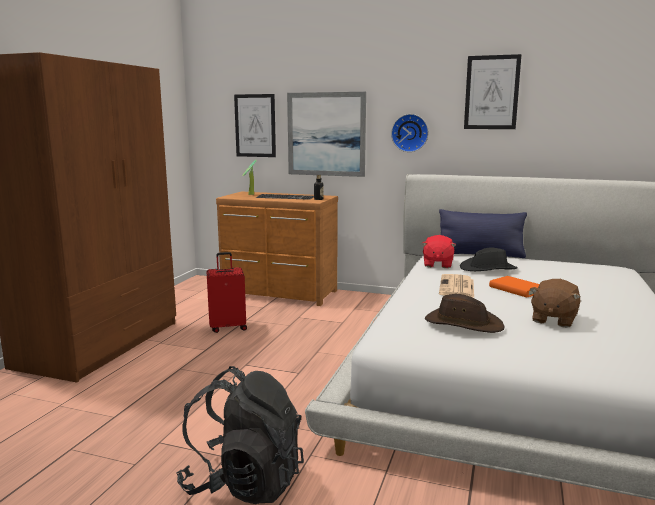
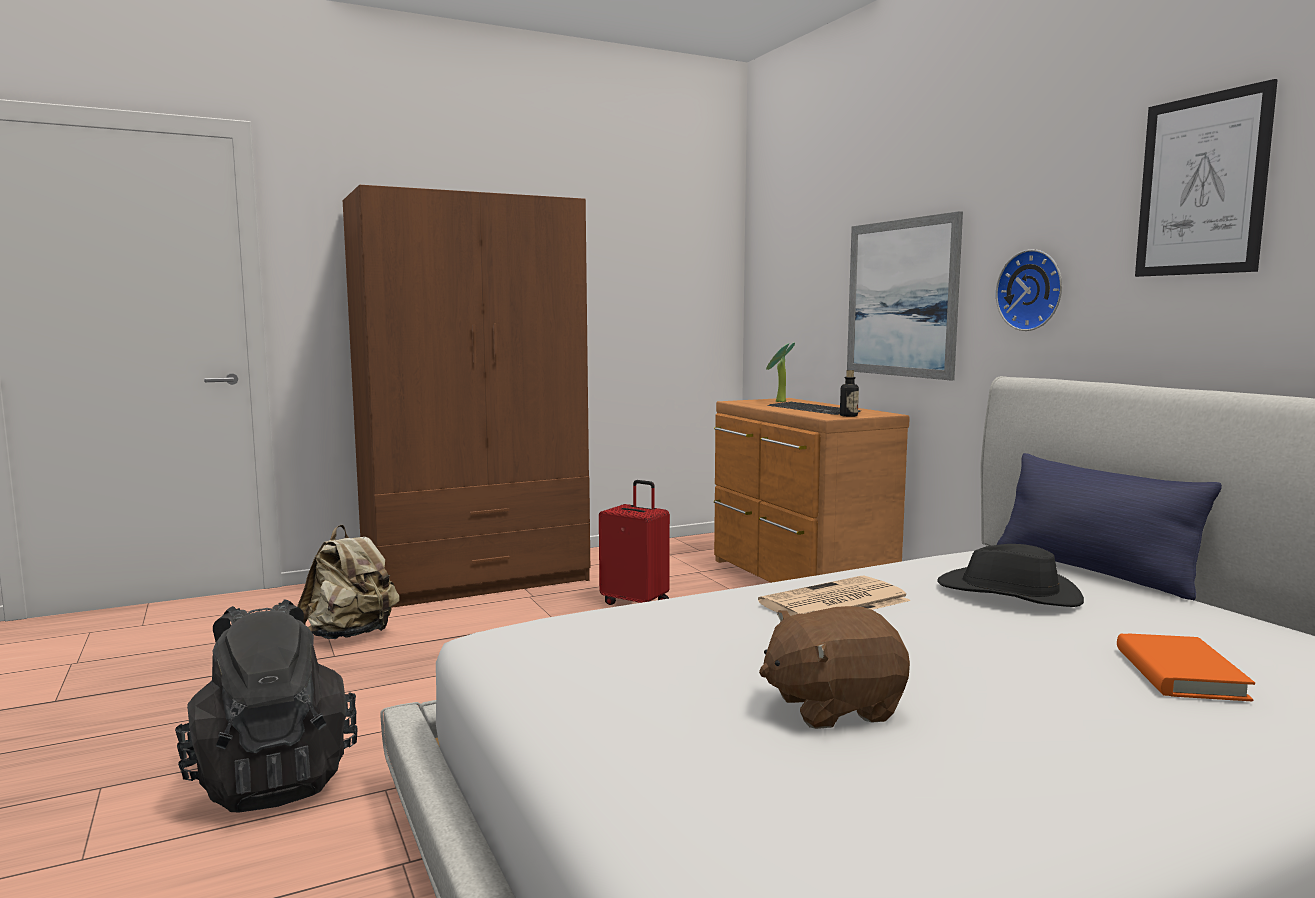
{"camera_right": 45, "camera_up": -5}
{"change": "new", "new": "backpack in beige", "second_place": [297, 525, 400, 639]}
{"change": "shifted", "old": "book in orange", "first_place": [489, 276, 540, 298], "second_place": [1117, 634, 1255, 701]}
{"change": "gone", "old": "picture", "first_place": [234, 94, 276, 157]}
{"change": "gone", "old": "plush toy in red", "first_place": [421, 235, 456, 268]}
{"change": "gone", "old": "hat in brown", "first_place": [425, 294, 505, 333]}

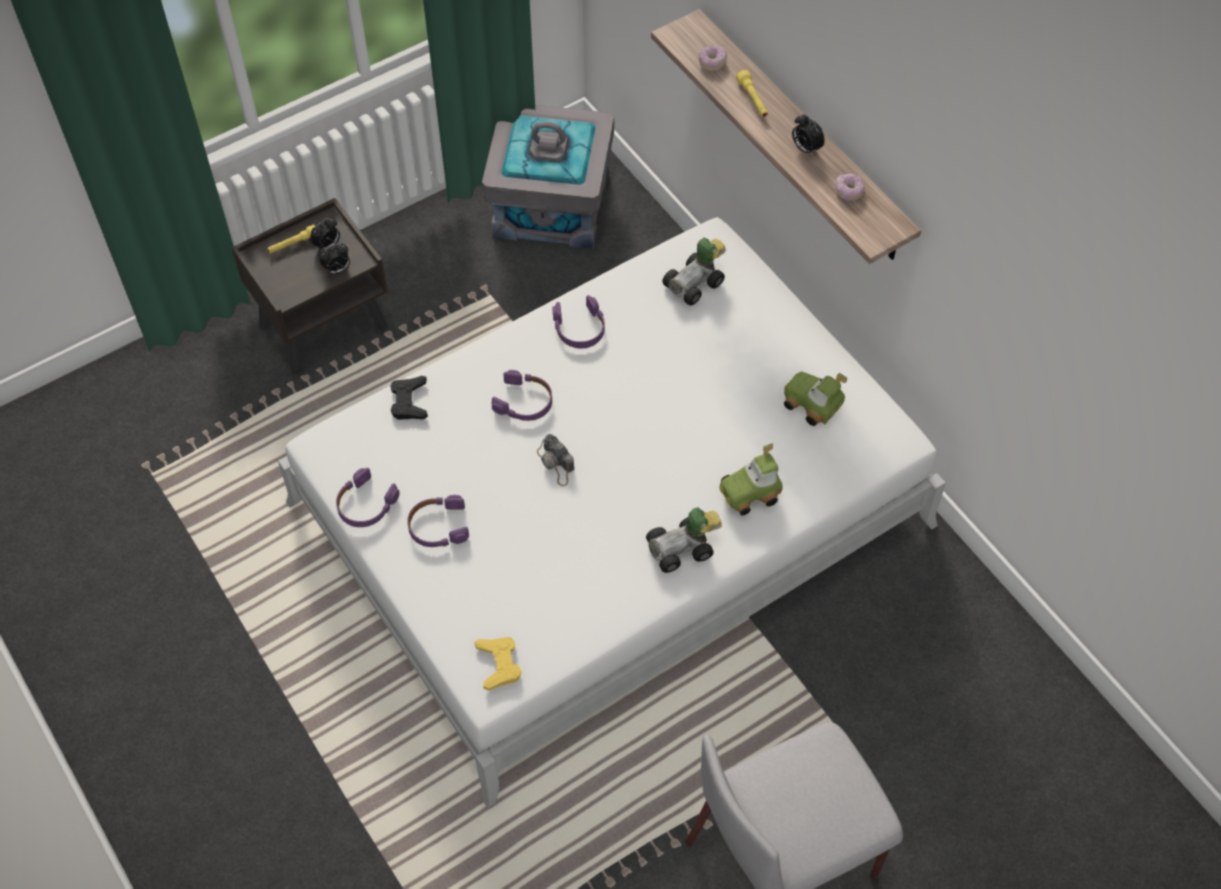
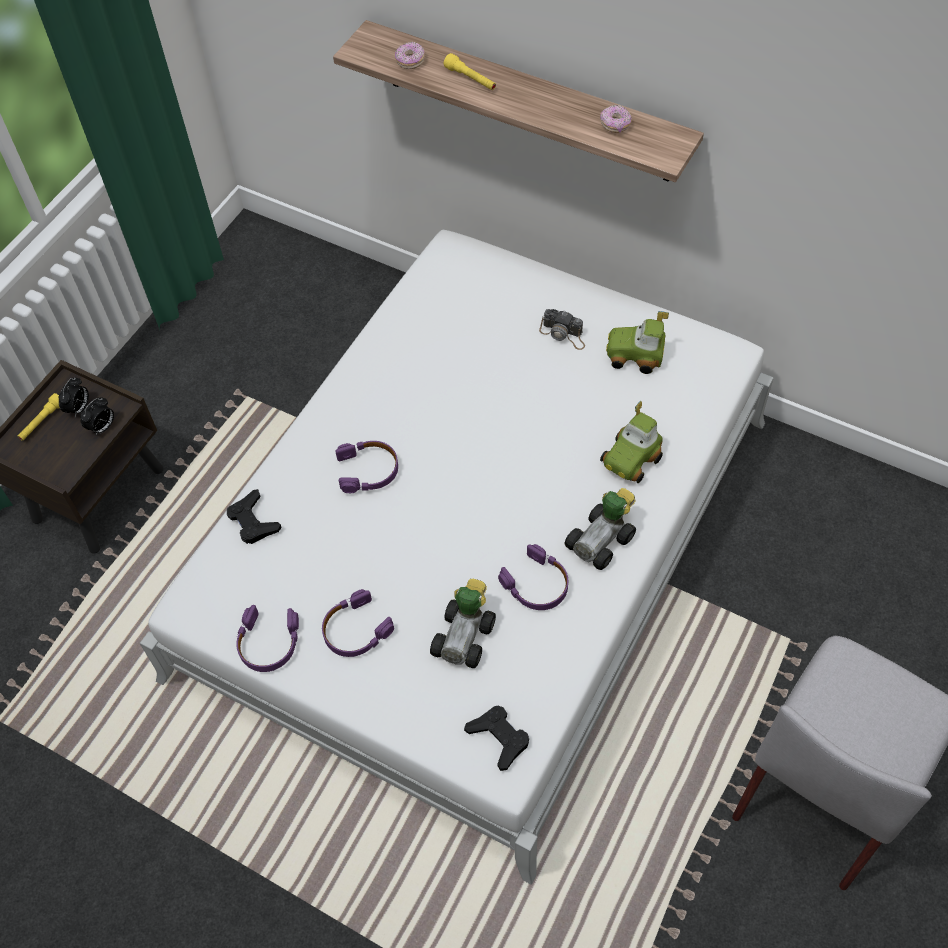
{"camera_right": -25, "camera_up": 0}
{"change": "shifted", "old": "toy car", "first_place": [662, 238, 726, 306], "second_place": [430, 579, 496, 668]}
{"change": "repainted", "old": "game controller in yellow", "new": "game controller in black", "first_place": [474, 637, 521, 690], "second_place": [464, 706, 529, 771]}
{"change": "shifted", "old": "headphones in purple", "first_place": [552, 295, 605, 348], "second_place": [498, 544, 568, 610]}
{"change": "shifted", "old": "photo camera", "first_place": [537, 434, 574, 486], "second_place": [539, 309, 585, 350]}
{"change": "gone", "old": "storage box in grey", "first_place": [482, 105, 614, 249]}
{"change": "gone", "old": "alarm clock", "first_place": [792, 114, 825, 156]}

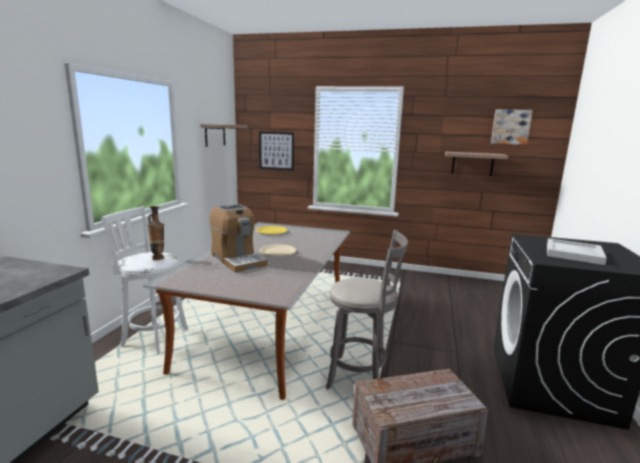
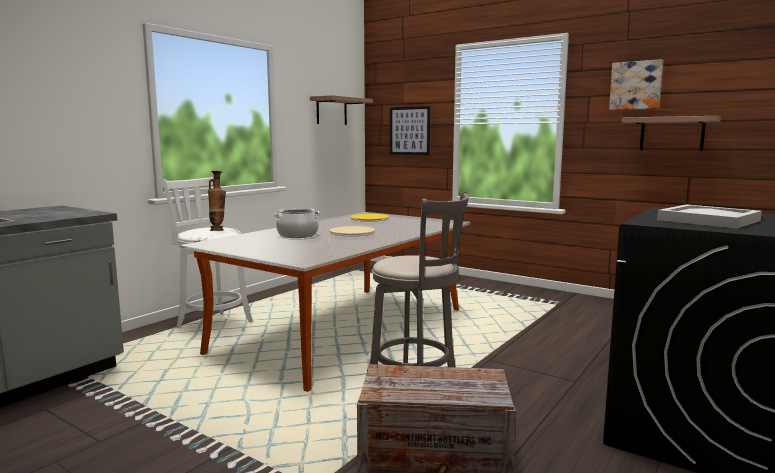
{"camera_right": 20, "camera_up": -5}
{"change": "swapped", "old": "coffee machine", "new": "cooking pot", "first_place": [209, 204, 267, 273], "second_place": [274, 208, 320, 238]}
{"change": "shifted", "old": "picture", "first_place": [491, 109, 533, 145], "second_place": [609, 59, 663, 110]}

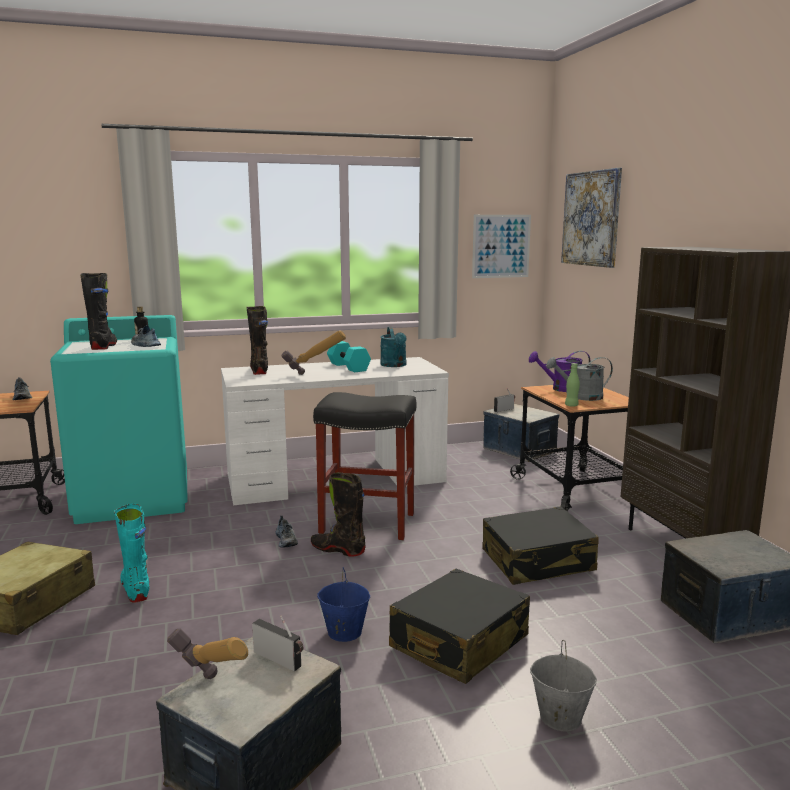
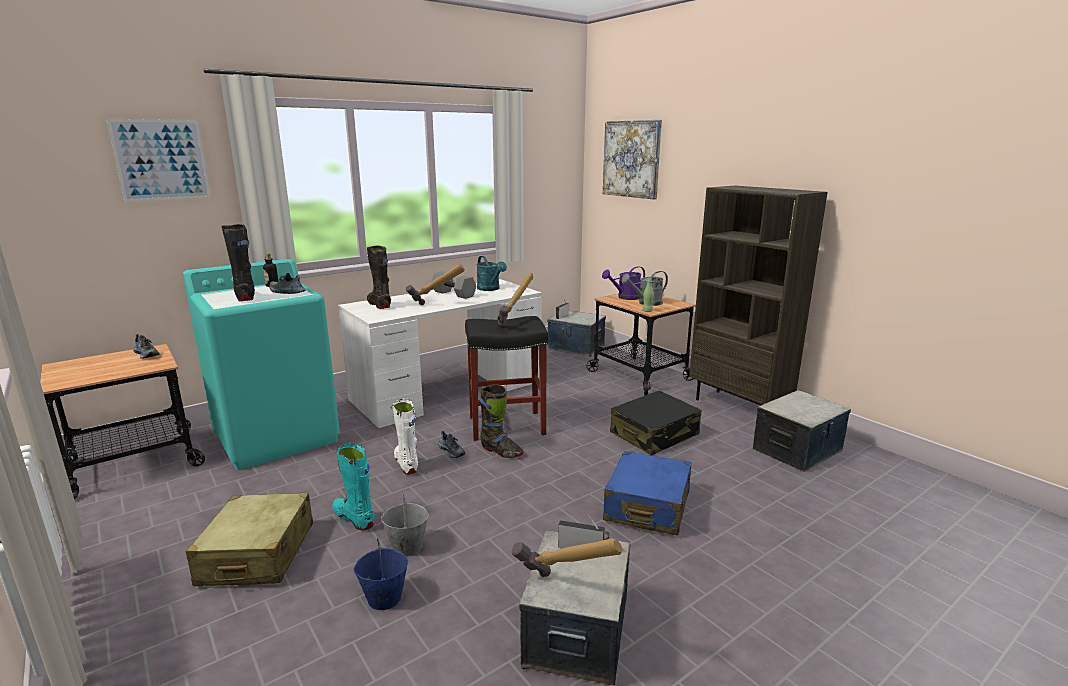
{"camera_right": -20, "camera_up": 5}
{"change": "shifted", "old": "picture", "first_place": [472, 215, 531, 278], "second_place": [107, 119, 211, 202]}
{"change": "shifted", "old": "bucket in blue", "first_place": [317, 567, 370, 642], "second_place": [353, 538, 408, 610]}
{"change": "shifted", "old": "bucket in grey", "first_place": [530, 640, 597, 731], "second_place": [381, 493, 429, 556]}
{"change": "new", "new": "boot in white", "second_place": [392, 398, 418, 475]}
{"change": "repainted", "old": "dumbbell in turquoise", "new": "dumbbell in grey", "first_place": [327, 341, 371, 372], "second_place": [432, 271, 477, 299]}
{"change": "rotated", "old": "boot in black", "first_place": [311, 472, 366, 557], "second_place": [479, 384, 524, 458], "degrees": -150}
{"change": "new", "new": "hammer", "second_place": [497, 273, 533, 326]}
{"change": "repainted", "old": "suitcase in black", "new": "suitcase in blue", "first_place": [389, 568, 530, 684], "second_place": [603, 451, 691, 536]}

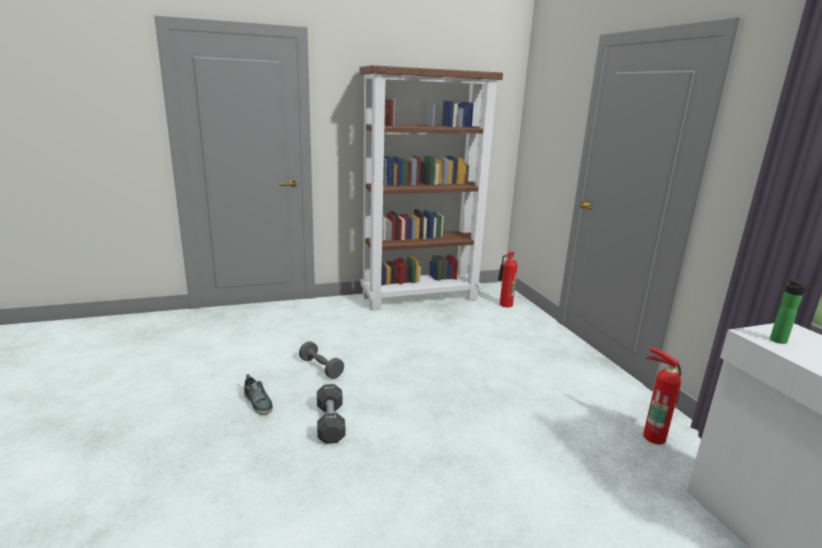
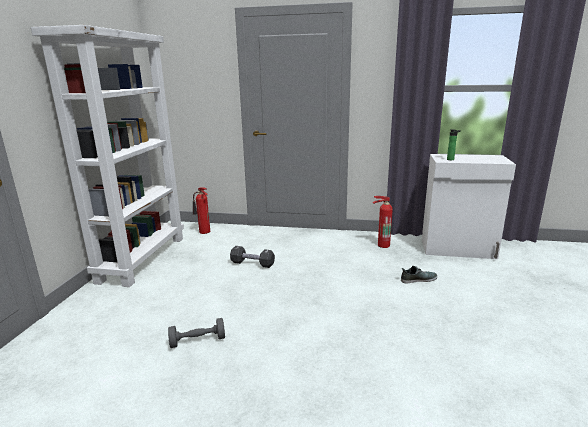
{"camera_right": -60, "camera_up": 0}
{"change": "repainted", "old": "bookcase in brown", "new": "bookcase in white", "first_place": [360, 65, 503, 311], "second_place": [31, 25, 184, 287]}
{"change": "shifted", "old": "dumbbell in black", "first_place": [317, 384, 345, 444], "second_place": [230, 246, 275, 268]}
{"change": "shifted", "old": "shoe", "first_place": [244, 374, 273, 415], "second_place": [401, 266, 437, 283]}

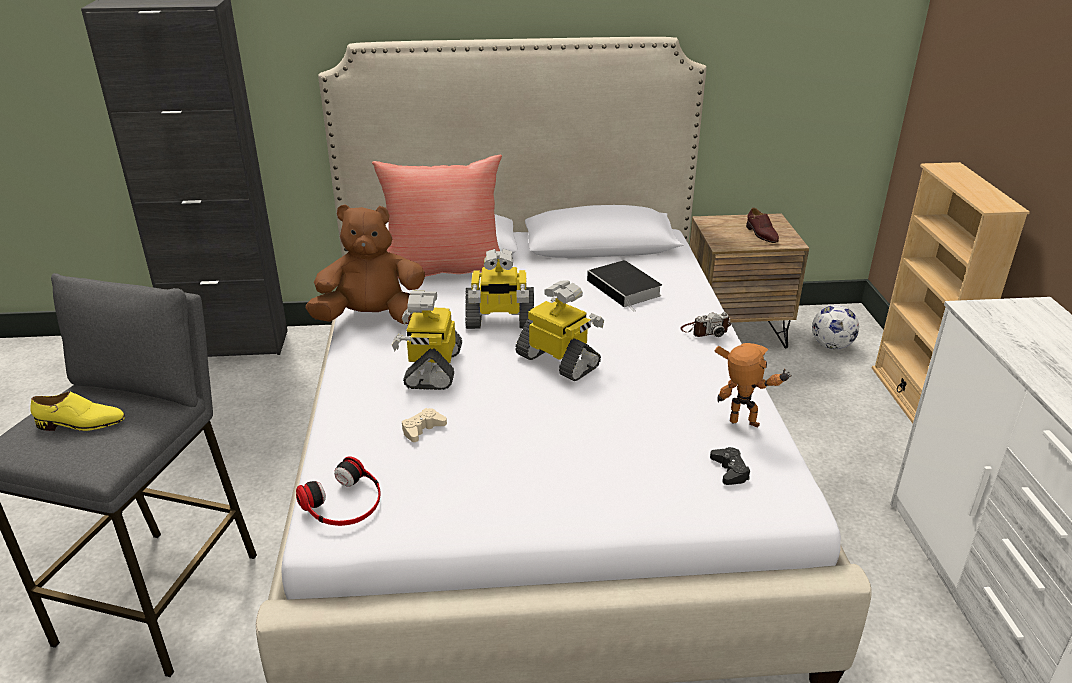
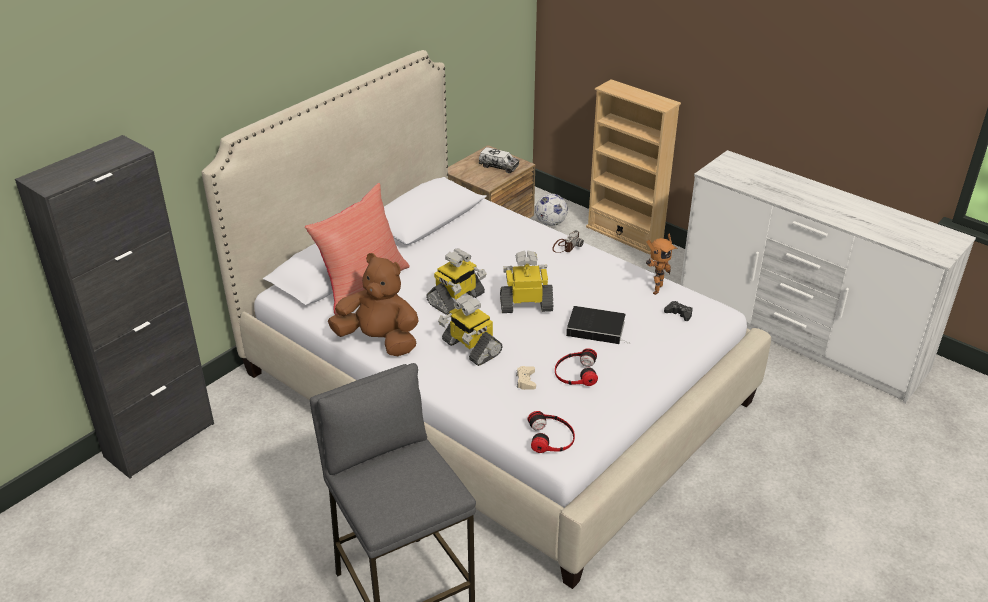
{"camera_right": -45, "camera_up": 5}
{"change": "rotated", "old": "plush toy in brown", "first_place": [306, 204, 425, 324], "second_place": [328, 253, 418, 356], "degrees": 75}
{"change": "swapped", "old": "shoe in brown", "new": "toy truck", "first_place": [746, 208, 779, 243], "second_place": [479, 147, 519, 174]}
{"change": "new", "new": "headphones", "second_place": [555, 348, 598, 386]}
{"change": "shifted", "old": "book", "first_place": [587, 260, 662, 308], "second_place": [566, 306, 631, 344]}
{"change": "rotated", "old": "toy robot", "first_place": [714, 343, 792, 428], "second_place": [646, 233, 678, 295], "degrees": 150}
{"change": "gone", "old": "shoe in yellow", "first_place": [30, 392, 125, 431]}

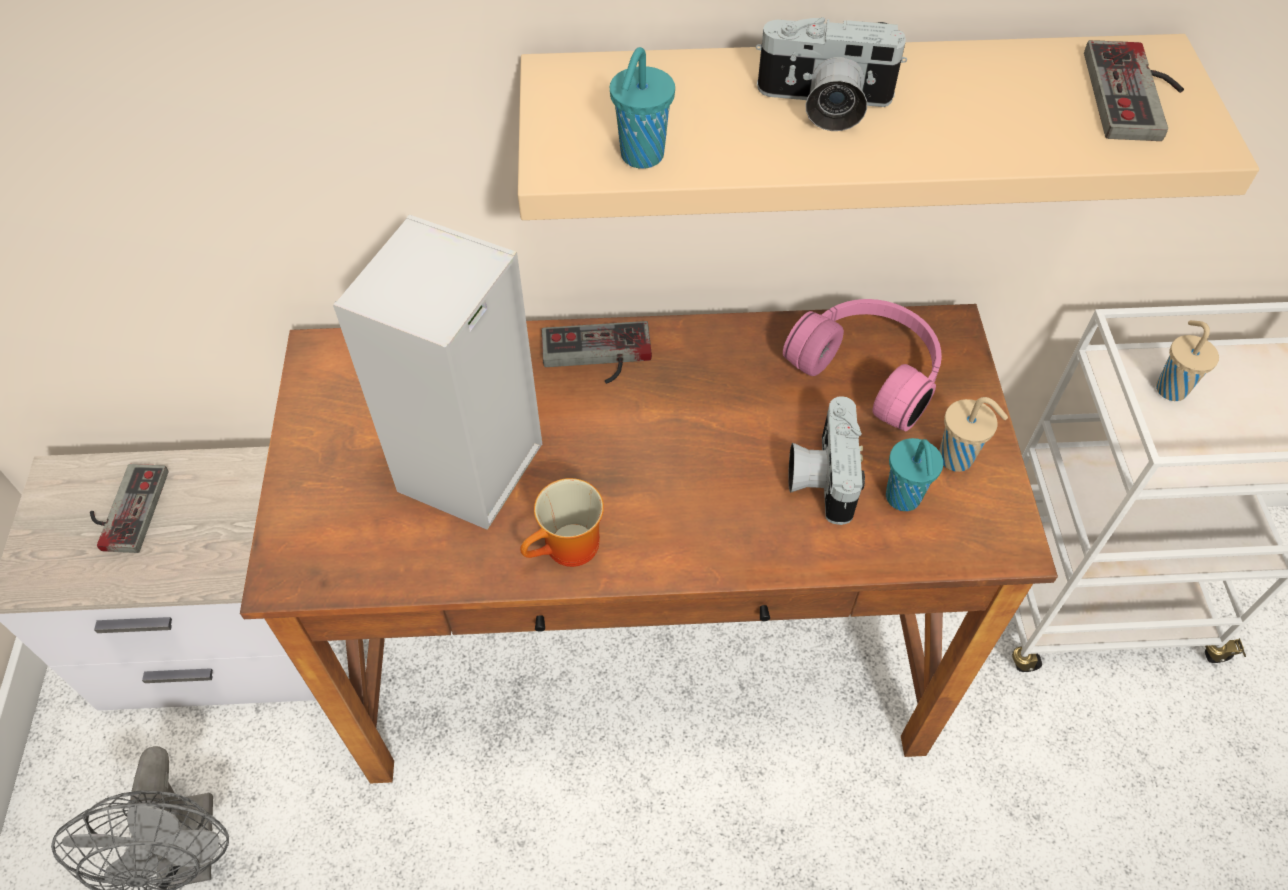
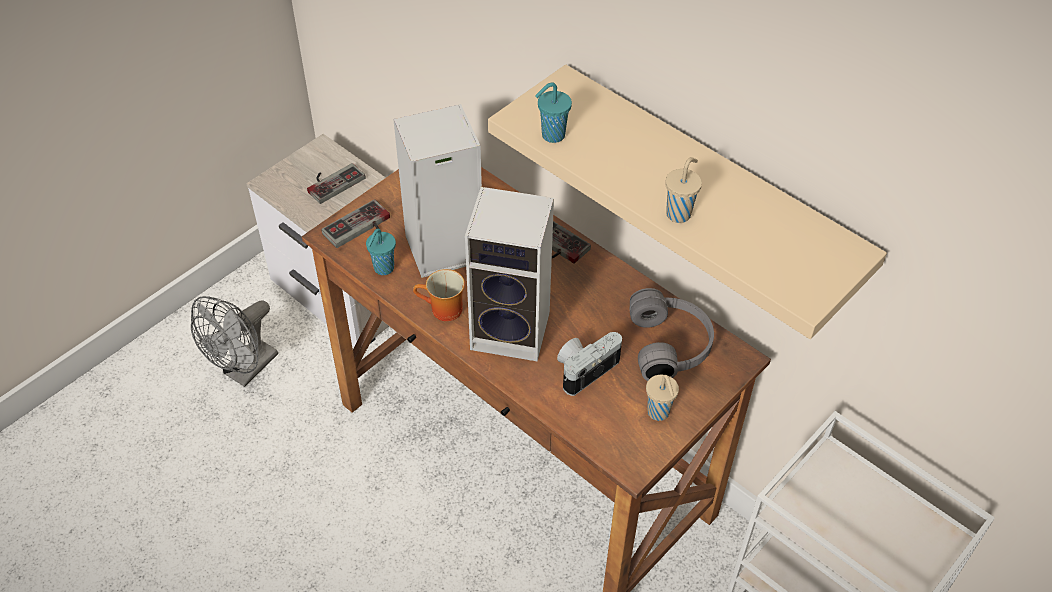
{"camera_right": 45, "camera_up": -5}
{"change": "shifted", "old": "game controller", "first_place": [1084, 40, 1184, 141], "second_place": [322, 199, 390, 248]}
{"change": "shifted", "old": "cup in turquoise", "first_place": [886, 438, 943, 511], "second_place": [366, 229, 396, 275]}
{"change": "new", "new": "speaker", "second_place": [465, 187, 554, 362]}
{"change": "repainted", "old": "headphones in pink", "new": "headphones in grey", "first_place": [783, 299, 942, 431], "second_place": [630, 288, 714, 381]}
{"change": "shifted", "old": "cup in beige", "first_place": [1156, 320, 1219, 401], "second_place": [665, 157, 702, 223]}
{"change": "gone", "old": "photo camera", "first_place": [756, 17, 907, 131]}

